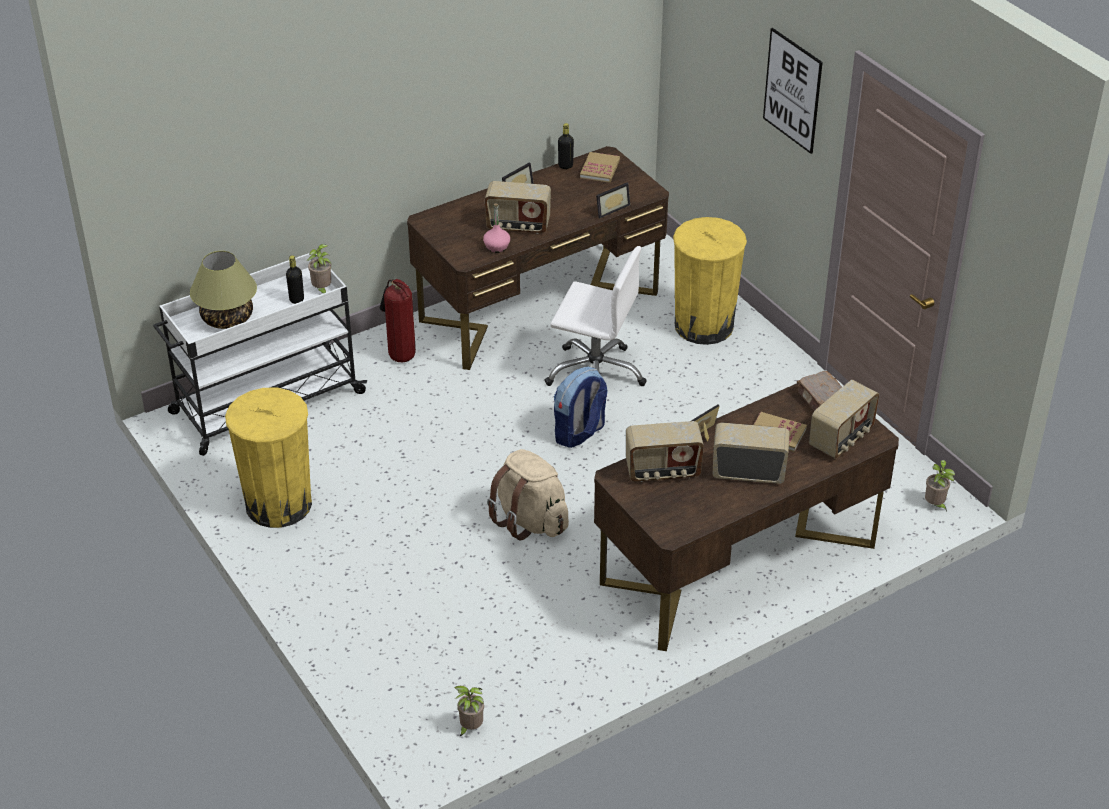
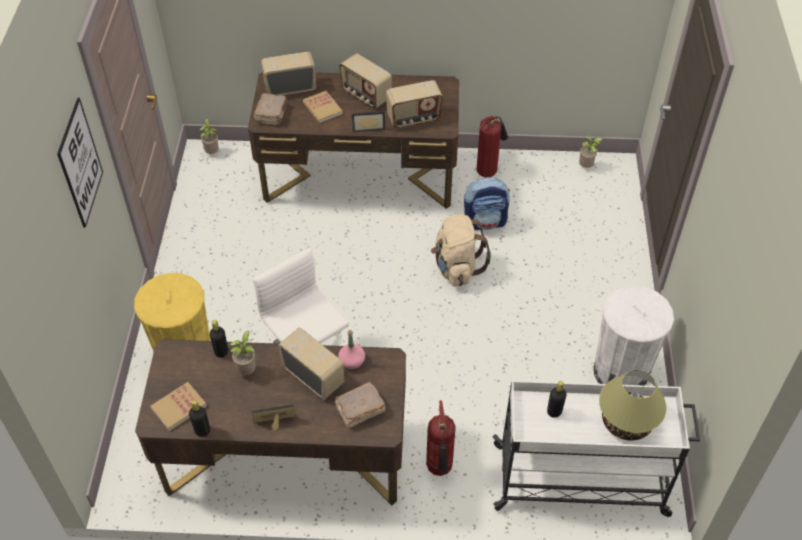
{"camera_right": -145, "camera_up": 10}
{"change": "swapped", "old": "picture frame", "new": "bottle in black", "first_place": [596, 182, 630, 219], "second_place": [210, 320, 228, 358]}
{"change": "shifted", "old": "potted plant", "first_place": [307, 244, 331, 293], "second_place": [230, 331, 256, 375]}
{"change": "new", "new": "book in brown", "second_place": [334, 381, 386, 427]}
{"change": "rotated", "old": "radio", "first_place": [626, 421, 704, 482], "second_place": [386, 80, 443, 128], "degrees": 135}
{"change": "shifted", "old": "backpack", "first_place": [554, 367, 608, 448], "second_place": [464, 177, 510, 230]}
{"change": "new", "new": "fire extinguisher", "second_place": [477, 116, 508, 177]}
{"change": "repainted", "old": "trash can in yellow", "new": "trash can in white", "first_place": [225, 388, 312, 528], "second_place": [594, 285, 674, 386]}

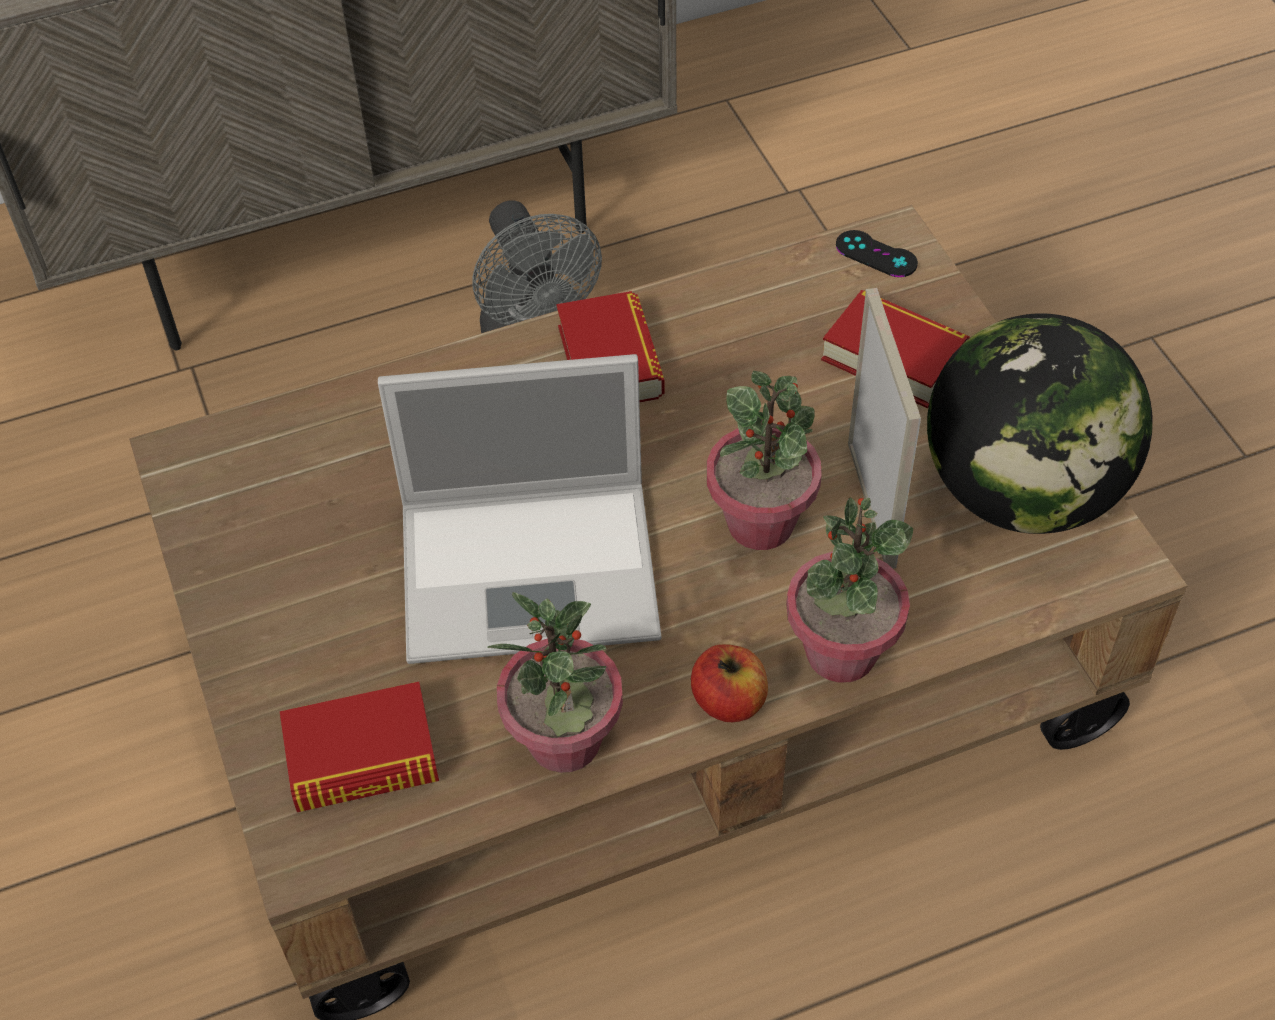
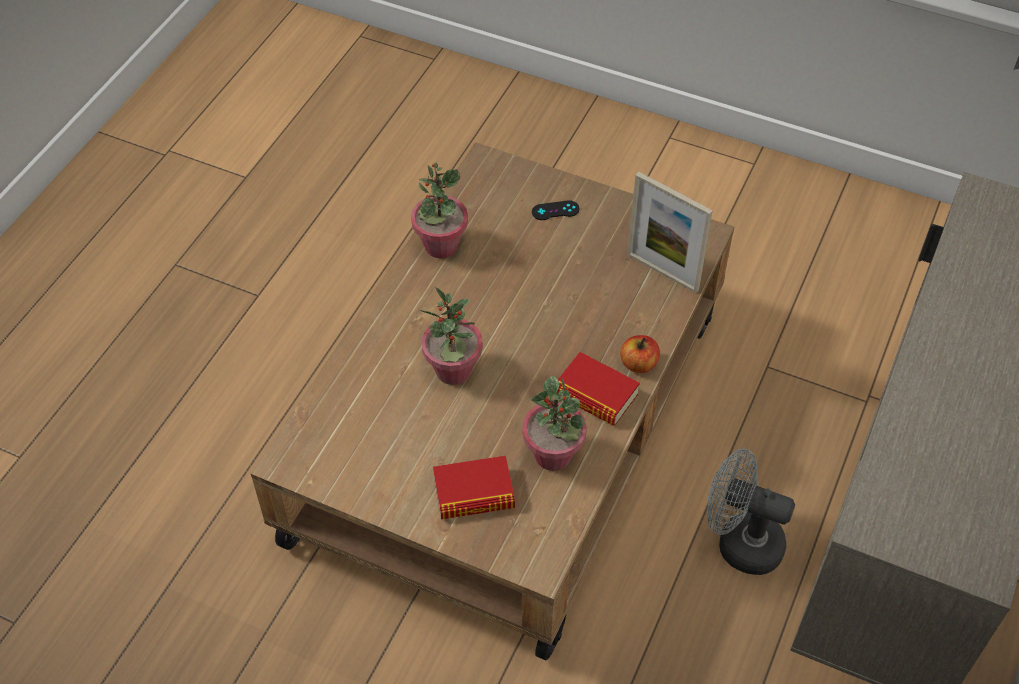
{"camera_right": 135, "camera_up": 0}
{"change": "shifted", "old": "potted plant", "first_place": [786, 497, 913, 683], "second_place": [522, 376, 587, 471]}
{"change": "shifted", "old": "game controller in black", "first_place": [836, 230, 918, 277], "second_place": [532, 200, 579, 220]}
{"change": "shifted", "old": "apple", "first_place": [691, 644, 768, 722], "second_place": [620, 335, 660, 373]}
{"change": "shifted", "old": "picture frame", "first_place": [848, 288, 921, 569], "second_place": [627, 172, 713, 293]}
{"change": "gone", "old": "book", "first_place": [280, 682, 439, 812]}
{"change": "gone", "old": "laptop", "first_place": [378, 354, 661, 664]}
{"change": "gone", "old": "globe", "first_place": [927, 313, 1153, 534]}

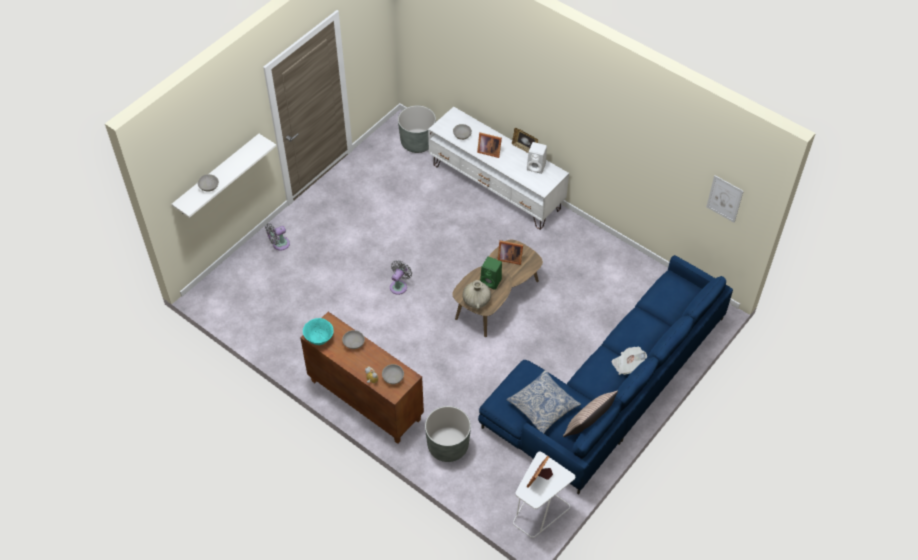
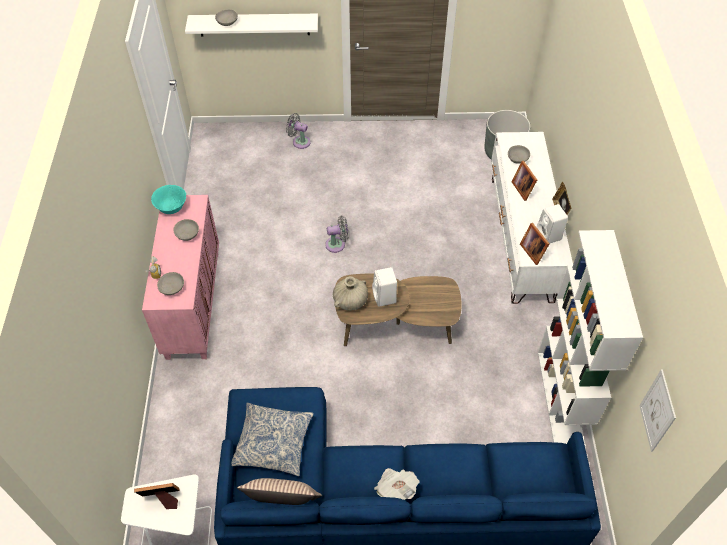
{"camera_right": 50, "camera_up": 0}
{"change": "repainted", "old": "cabinet in brown", "new": "cabinet in pink", "first_place": [301, 312, 424, 444], "second_place": [142, 195, 219, 360]}
{"change": "repainted", "old": "speaker in green", "new": "speaker in white", "first_place": [480, 257, 502, 290], "second_place": [372, 267, 397, 307]}
{"change": "shifted", "old": "picture frame", "first_place": [497, 240, 523, 265], "second_place": [520, 223, 550, 265]}
{"change": "new", "new": "bookcase in white", "second_place": [538, 230, 643, 446]}
{"change": "gone", "old": "planter in grey", "first_place": [425, 406, 471, 462]}

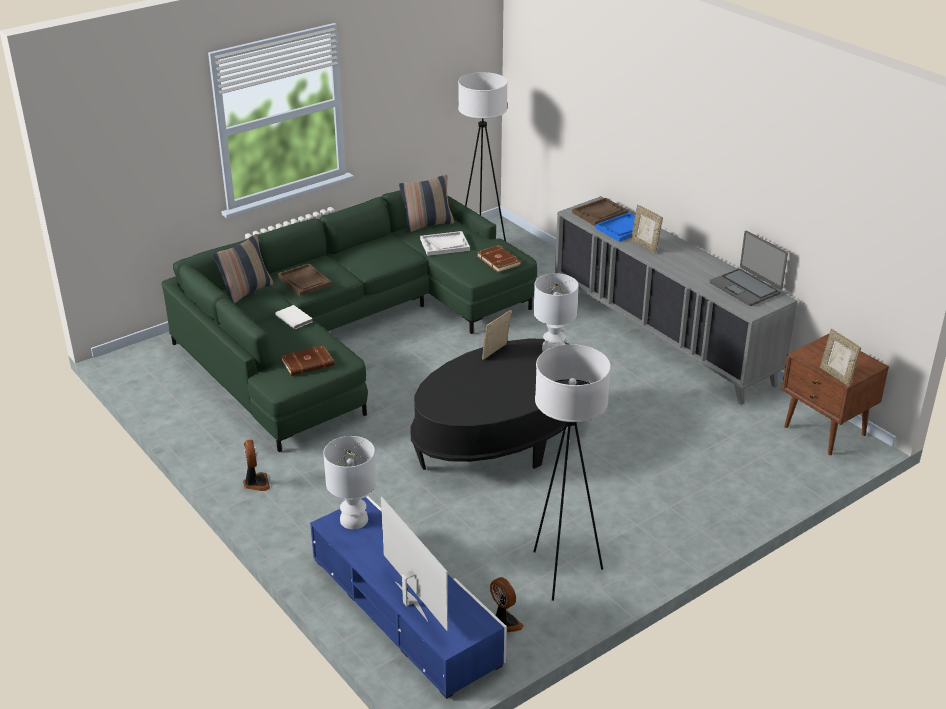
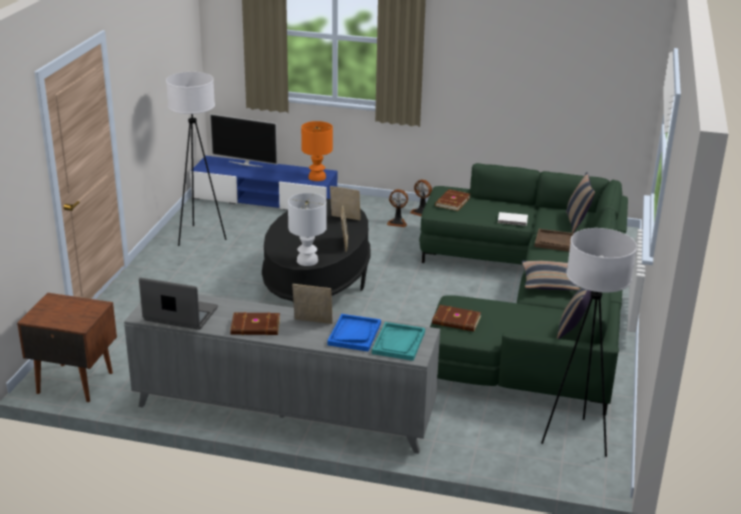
{"camera_right": 140, "camera_up": -5}
{"change": "new", "new": "book in brown", "second_place": [230, 312, 280, 335]}
{"change": "repainted", "old": "table lamp in white", "new": "table lamp in orange", "first_place": [323, 436, 376, 529], "second_place": [301, 121, 333, 181]}
{"change": "shifted", "old": "picture frame", "first_place": [820, 329, 861, 387], "second_place": [330, 186, 361, 220]}
{"change": "repainted", "old": "tray in brown", "new": "tray in turquoise", "first_place": [572, 198, 629, 226], "second_place": [372, 322, 425, 361]}
{"change": "shifted", "old": "fan", "first_place": [490, 577, 524, 632], "second_place": [387, 189, 408, 227]}
{"change": "new", "new": "pillow", "second_place": [522, 261, 580, 290]}
{"change": "gone", "old": "tray in white", "first_place": [420, 231, 470, 256]}

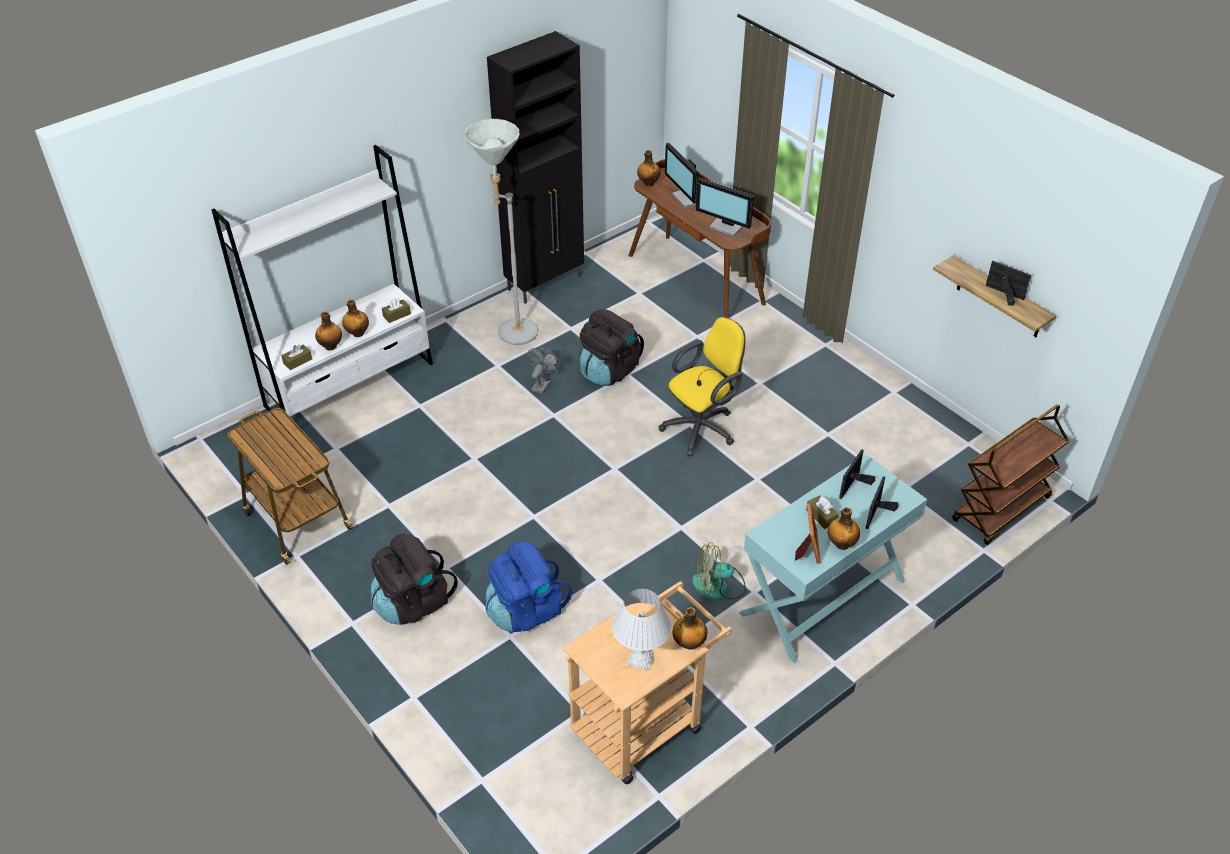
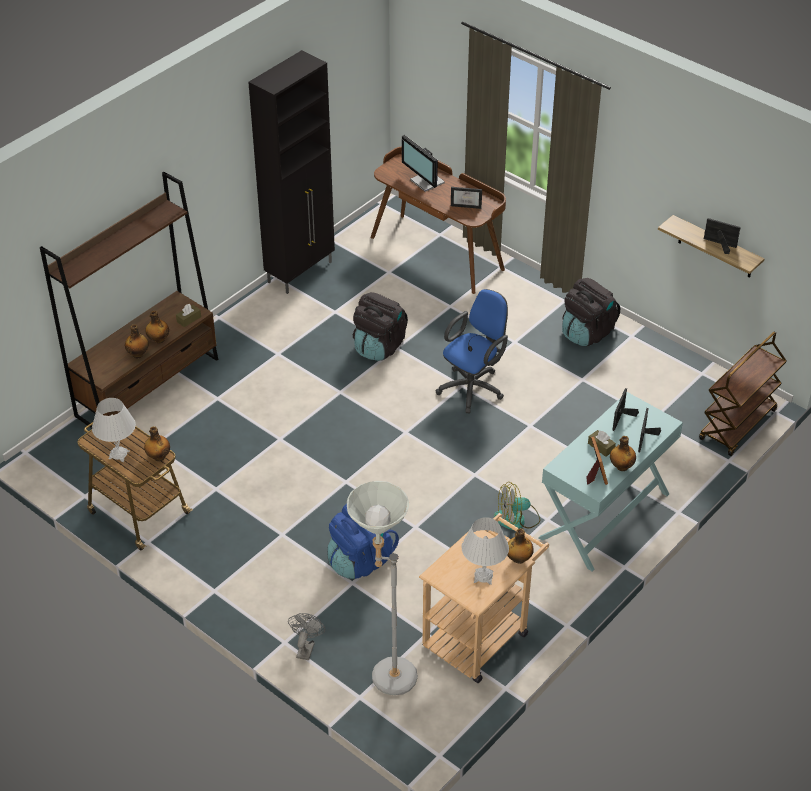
{"camera_right": -10, "camera_up": 0}
{"change": "repainted", "old": "bookcase in white", "new": "bookcase in brown", "first_place": [212, 145, 433, 435], "second_place": [40, 172, 218, 428]}
{"change": "new", "new": "table lamp in white", "second_place": [92, 398, 136, 462]}
{"change": "shifted", "old": "bottle", "first_place": [637, 150, 660, 186], "second_place": [144, 426, 170, 461]}
{"change": "shifted", "old": "fan in grey", "first_place": [527, 348, 560, 394], "second_place": [288, 613, 325, 660]}
{"change": "shifted", "old": "floor lamp in grey", "first_place": [464, 119, 539, 345], "second_place": [347, 481, 418, 695]}
{"change": "repainted", "old": "office chair in yellow", "new": "office chair in blue", "first_place": [659, 317, 745, 457], "second_place": [436, 289, 508, 413]}
{"change": "swapped", "old": "monitor", "new": "picture frame", "first_place": [696, 178, 754, 237], "second_place": [451, 187, 482, 209]}
{"change": "shifted", "old": "backpack in black", "first_place": [371, 534, 458, 625], "second_place": [562, 278, 620, 346]}
{"change": "gone", "old": "tissue box in brown", "first_place": [281, 344, 312, 370]}

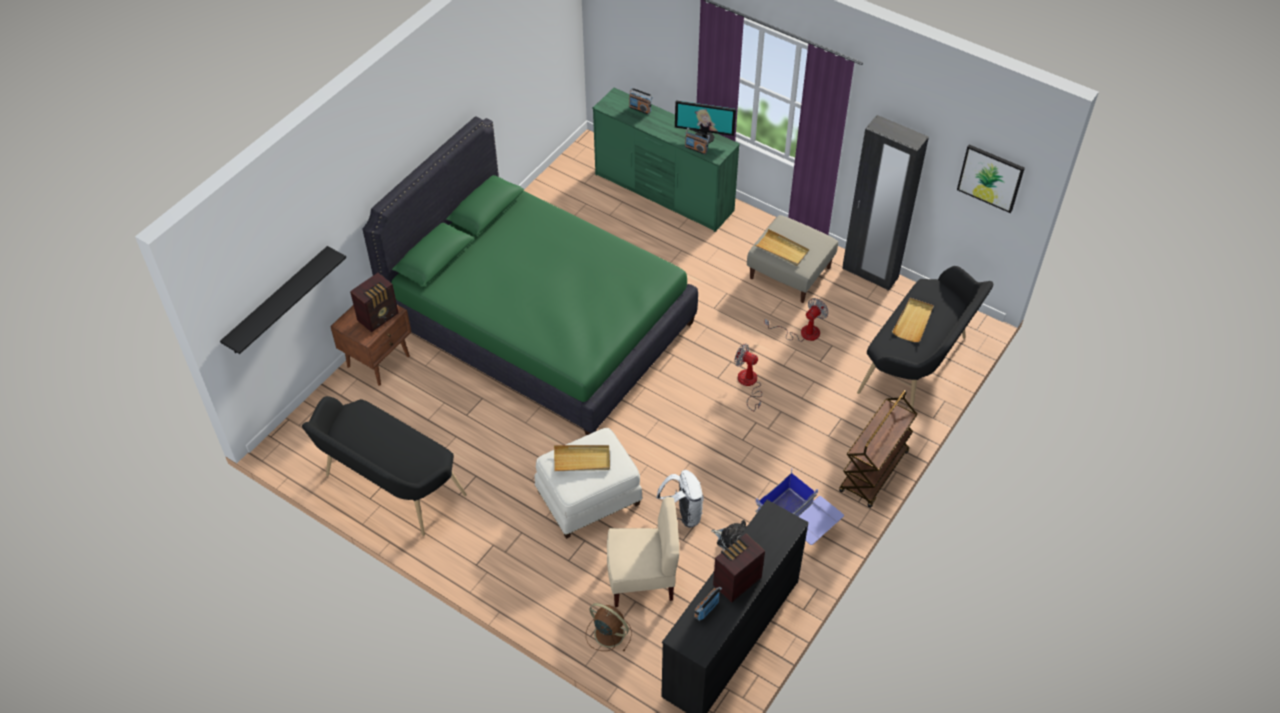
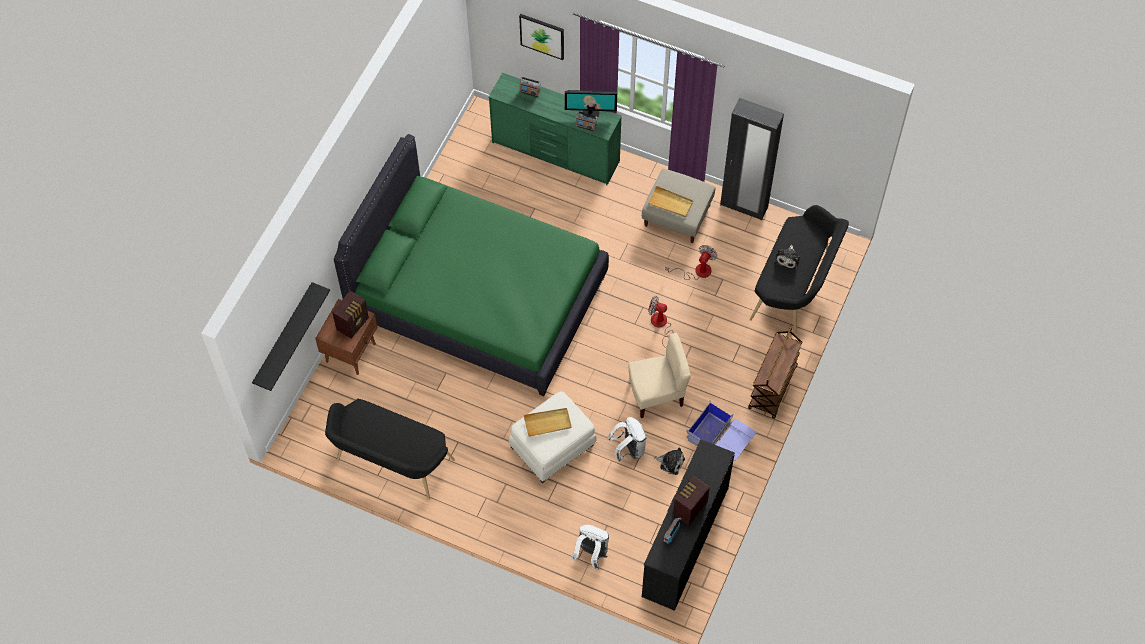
{"camera_right": -10, "camera_up": 10}
{"change": "shifted", "old": "picture", "first_place": [957, 145, 1025, 213], "second_place": [519, 14, 564, 60]}
{"change": "swapped", "old": "fan in brown", "new": "backpack in white", "first_place": [586, 603, 632, 651], "second_place": [571, 525, 609, 570]}
{"change": "shifted", "old": "chair in beige", "first_place": [607, 497, 679, 607], "second_place": [629, 333, 691, 418]}
{"change": "swapped", "old": "tray in beige", "new": "plush toy", "first_place": [892, 298, 934, 342], "second_place": [775, 245, 800, 270]}

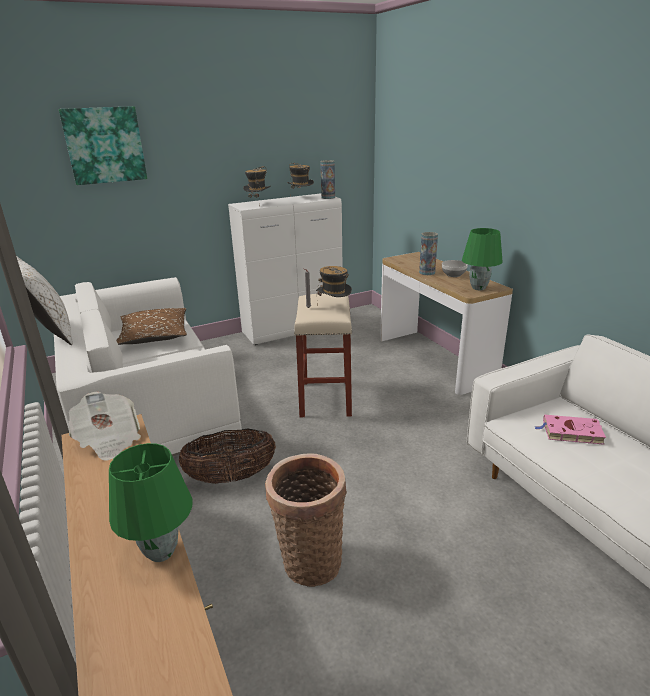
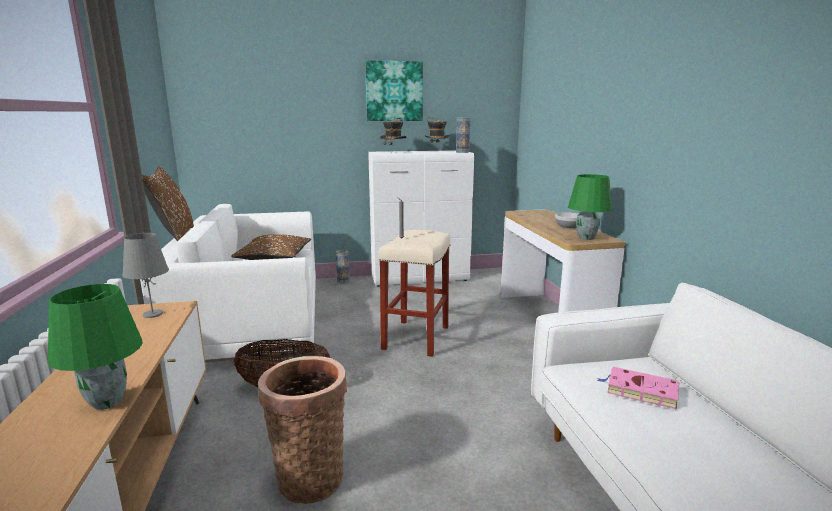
{"camera_right": 15, "camera_up": -10}
{"change": "swapped", "old": "newspaper", "new": "table lamp in grey", "first_place": [69, 392, 141, 461], "second_place": [122, 233, 169, 318]}
{"change": "repainted", "old": "pillow in white", "new": "pillow in brown", "first_place": [16, 256, 73, 345], "second_place": [142, 166, 194, 241]}
{"change": "shifted", "old": "vase", "first_place": [419, 232, 438, 275], "second_place": [336, 250, 350, 284]}
{"change": "shifted", "old": "picture", "first_place": [59, 106, 147, 185], "second_place": [365, 60, 423, 121]}
{"change": "gone", "old": "hat", "first_place": [316, 266, 352, 306]}

